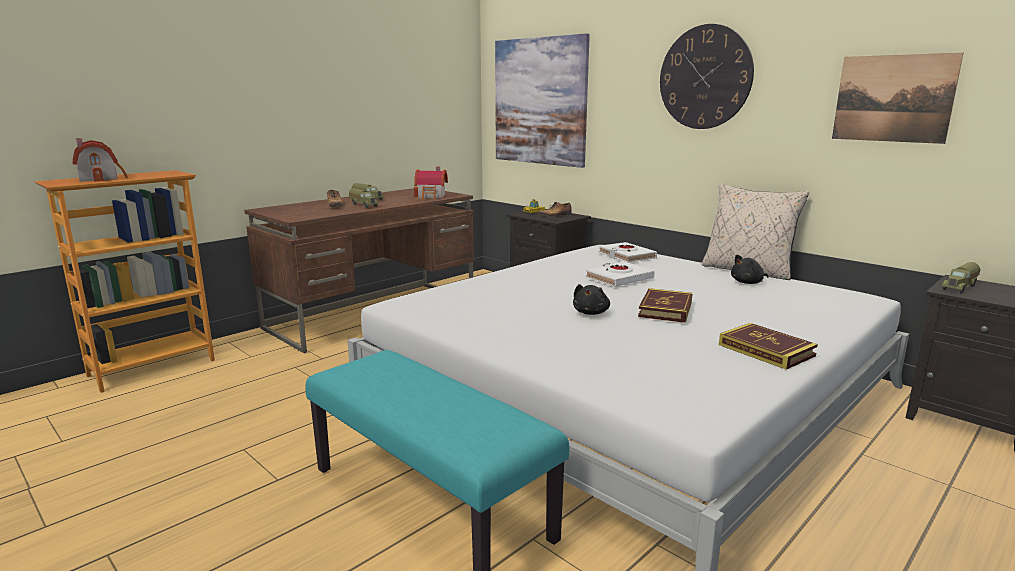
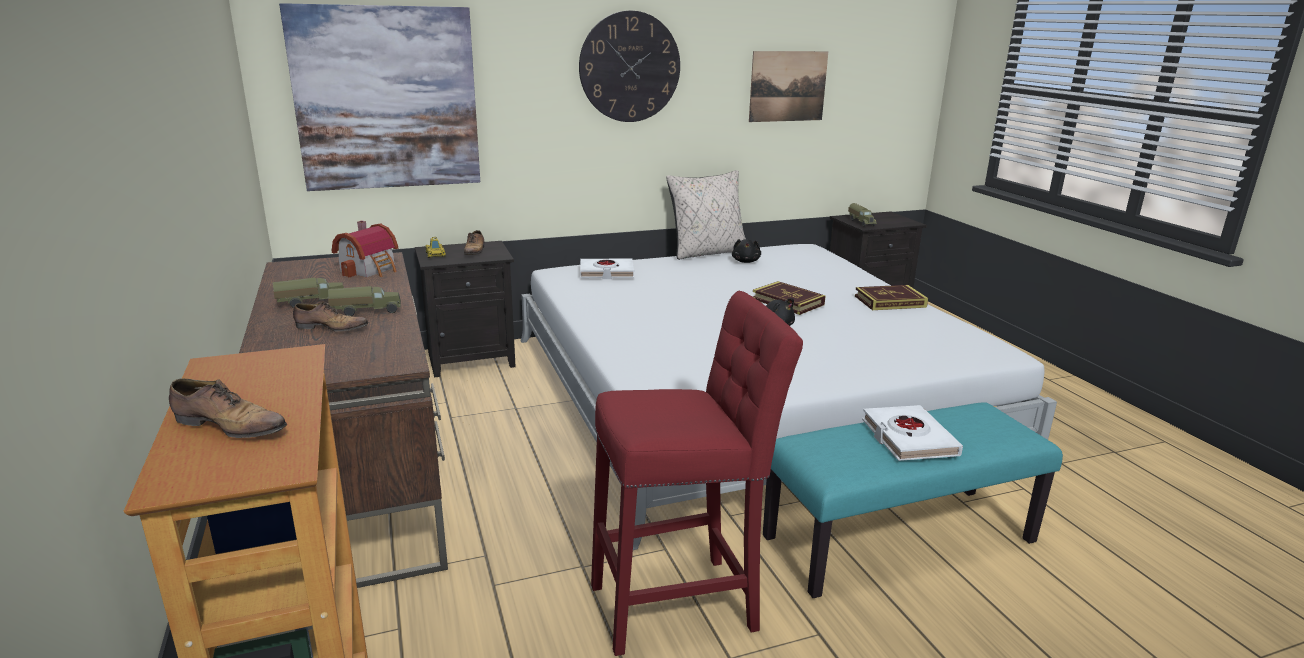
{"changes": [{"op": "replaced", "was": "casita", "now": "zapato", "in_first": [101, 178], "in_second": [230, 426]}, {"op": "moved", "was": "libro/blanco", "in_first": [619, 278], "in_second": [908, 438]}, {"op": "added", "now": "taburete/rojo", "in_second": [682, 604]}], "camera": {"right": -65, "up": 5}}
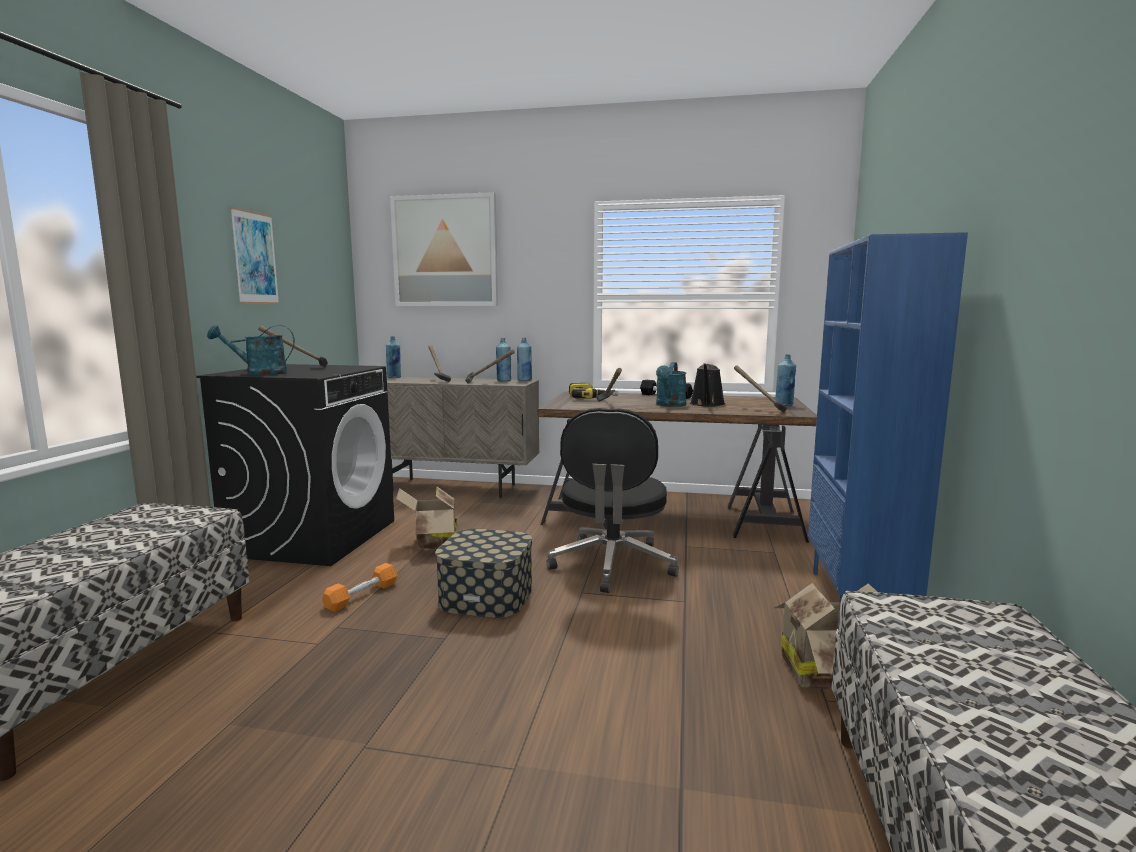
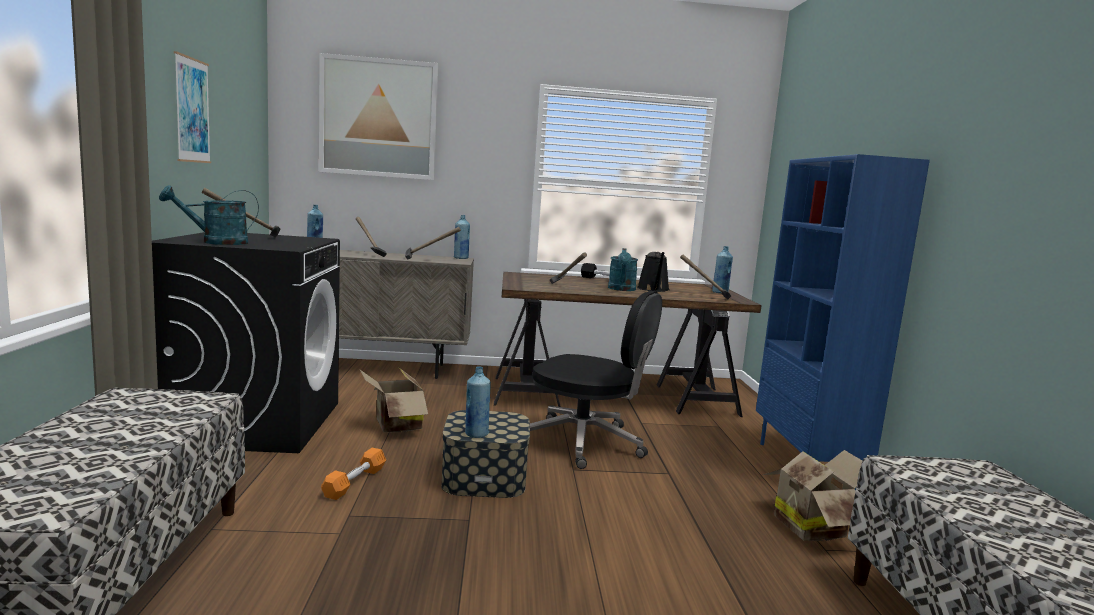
{"changes": [{"op": "moved", "was": "botella/azul", "in_first": [504, 381], "in_second": [476, 434]}, {"op": "turned", "was": "silla de oficina/negro", "in_first": [612, 565], "in_second": [586, 443], "clockwise": -60}, {"op": "removed", "was": "taladro", "in_first": [591, 398]}], "camera": {"right": -15, "up": 0}}
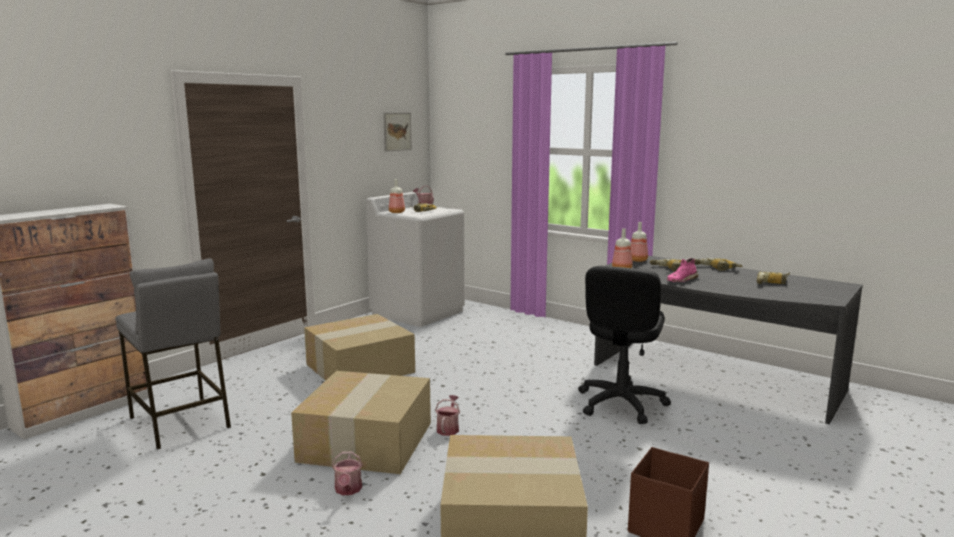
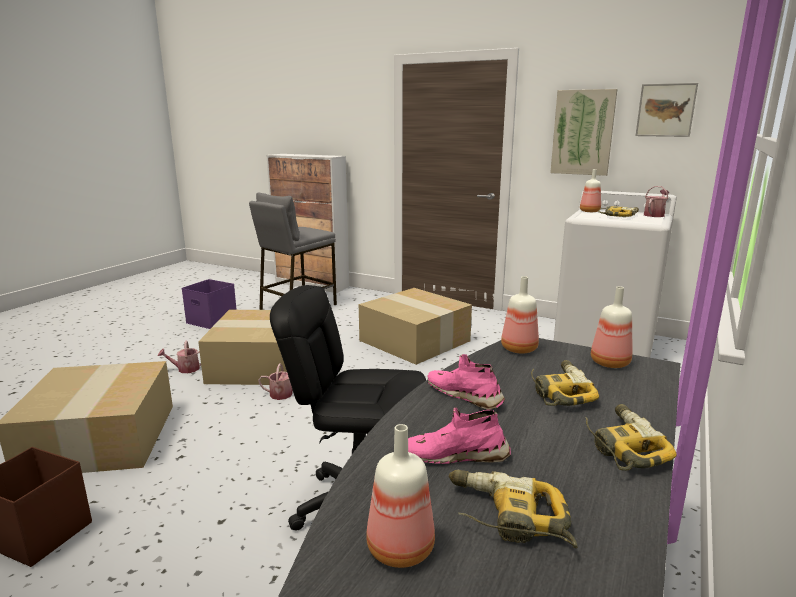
{"changes": [{"op": "added", "now": "caja de almacenaje/morado", "in_second": [213, 320]}, {"op": "added", "now": "botella", "in_second": [398, 548]}, {"op": "added", "now": "zapato/rosa", "in_second": [455, 455]}, {"op": "added", "now": "cuadro", "in_second": [583, 132]}], "camera": {"right": 80, "up": 5}}
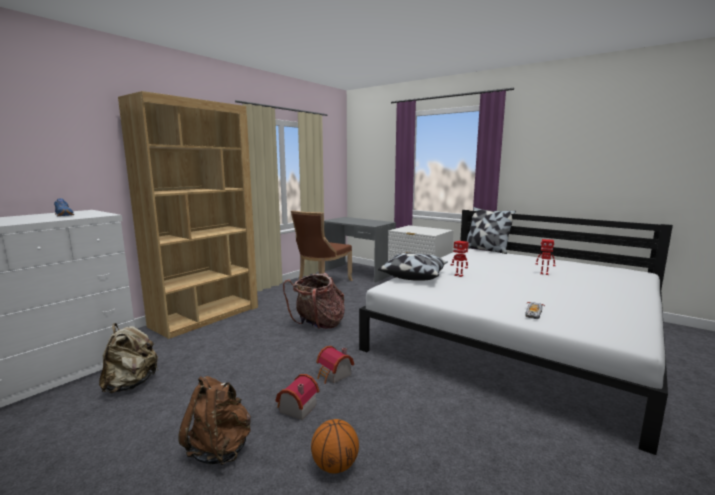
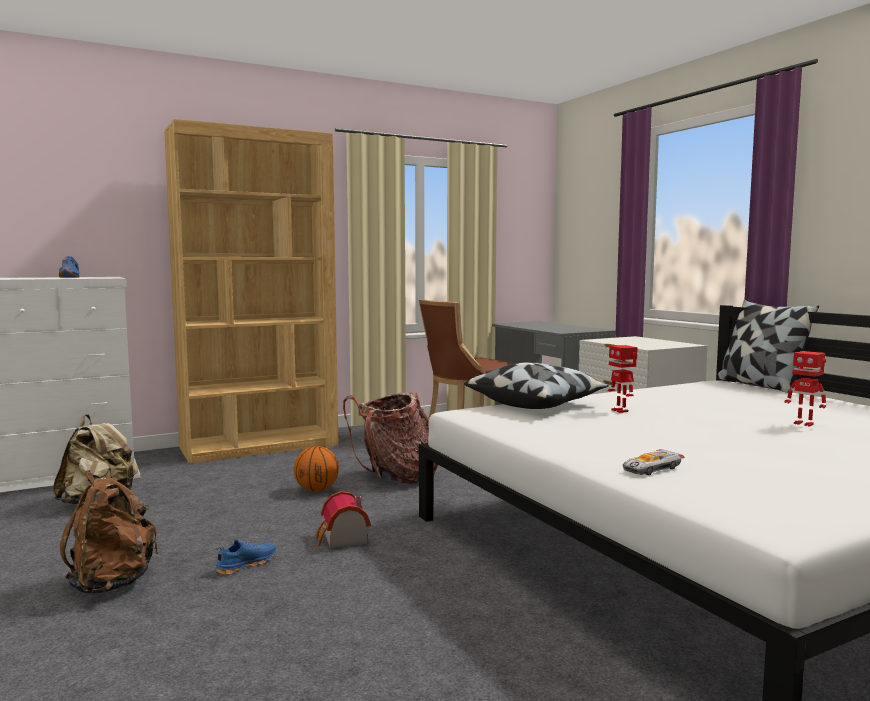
{"changes": [{"op": "replaced", "was": "casita", "now": "zapato/azul", "in_first": [295, 408], "in_second": [245, 564]}, {"op": "moved", "was": "balón de baloncesto", "in_first": [335, 466], "in_second": [316, 490]}], "camera": {"right": 25, "up": -5}}
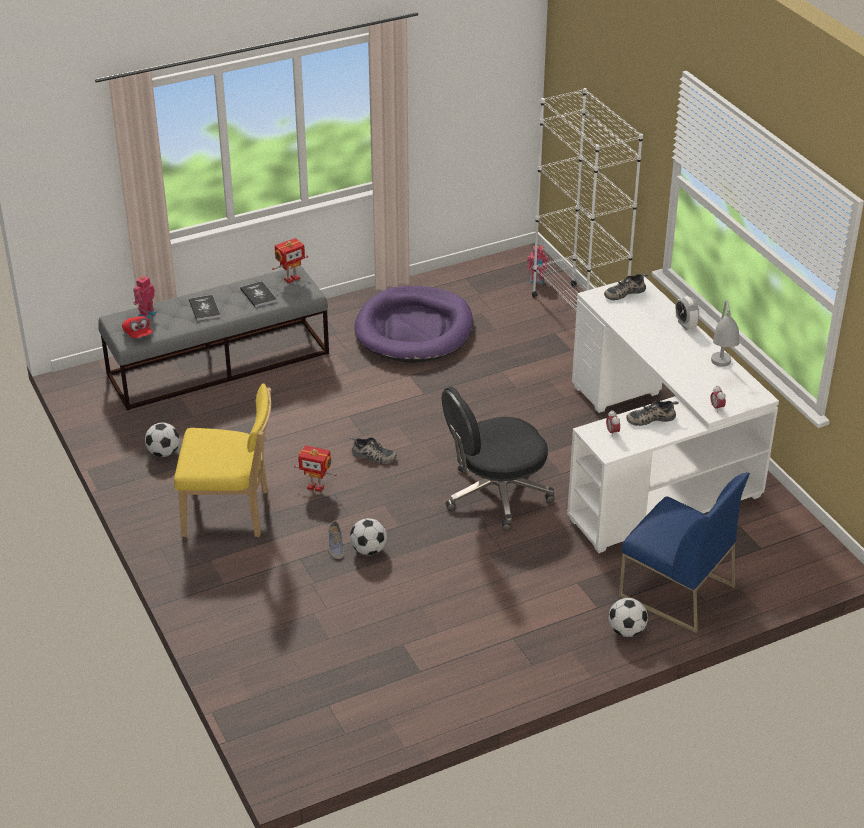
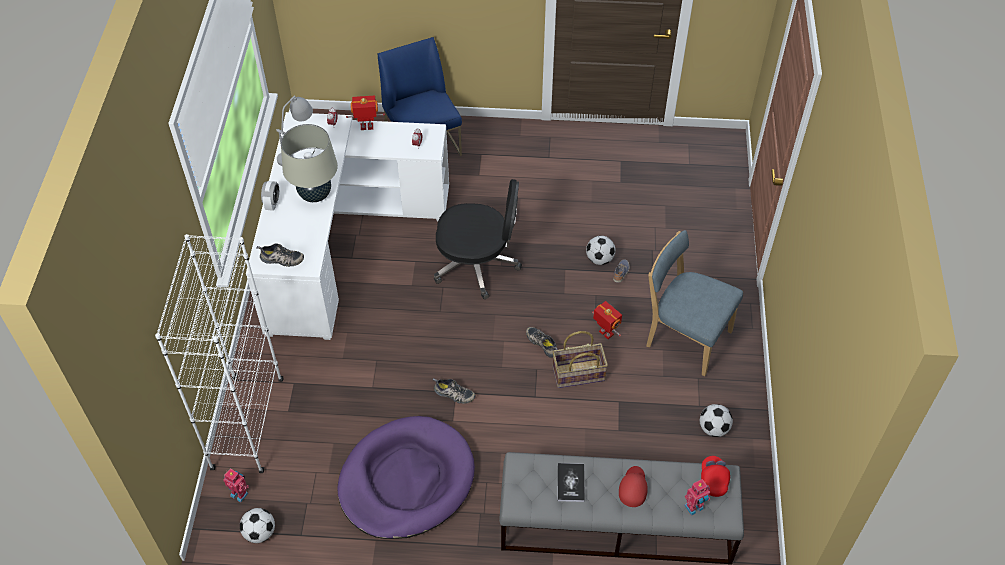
{"changes": [{"op": "recoloured", "was": "silla/amarillo", "now": "silla/azul", "in_first": [231, 513], "in_second": [684, 337]}, {"op": "replaced", "was": "libro", "now": "gorra/rojo", "in_first": [204, 309], "in_second": [633, 487]}, {"op": "moved", "was": "robot de juguete", "in_first": [291, 278], "in_second": [367, 127]}, {"op": "moved", "was": "balón de fútbol", "in_first": [626, 631], "in_second": [260, 533]}, {"op": "moved", "was": "zapato", "in_first": [651, 418], "in_second": [453, 394]}, {"op": "added", "now": "lámpara de mesa/beis", "in_second": [315, 195]}, {"op": "added", "now": "cesta", "in_second": [578, 374]}], "camera": {"right": -150, "up": 15}}
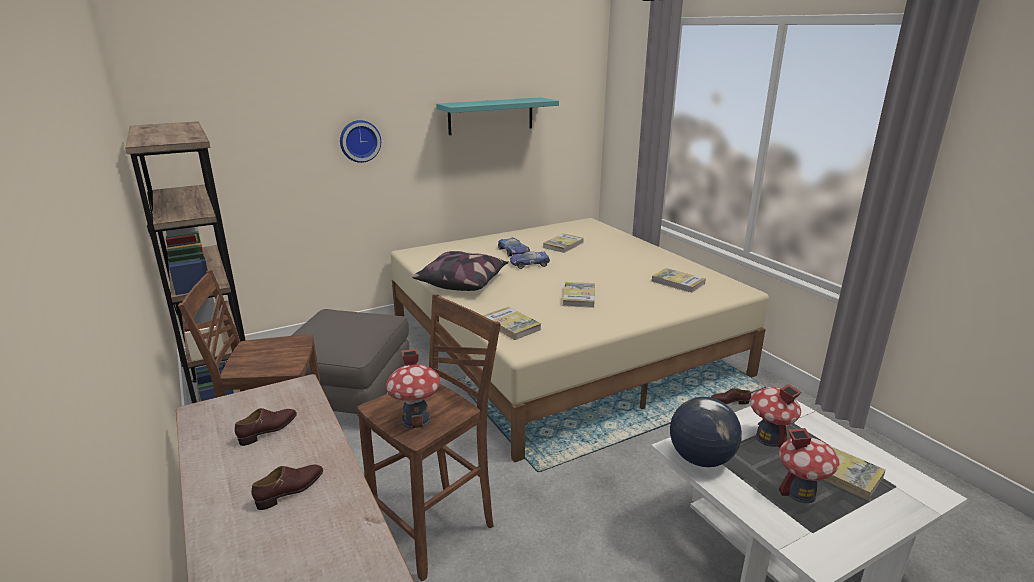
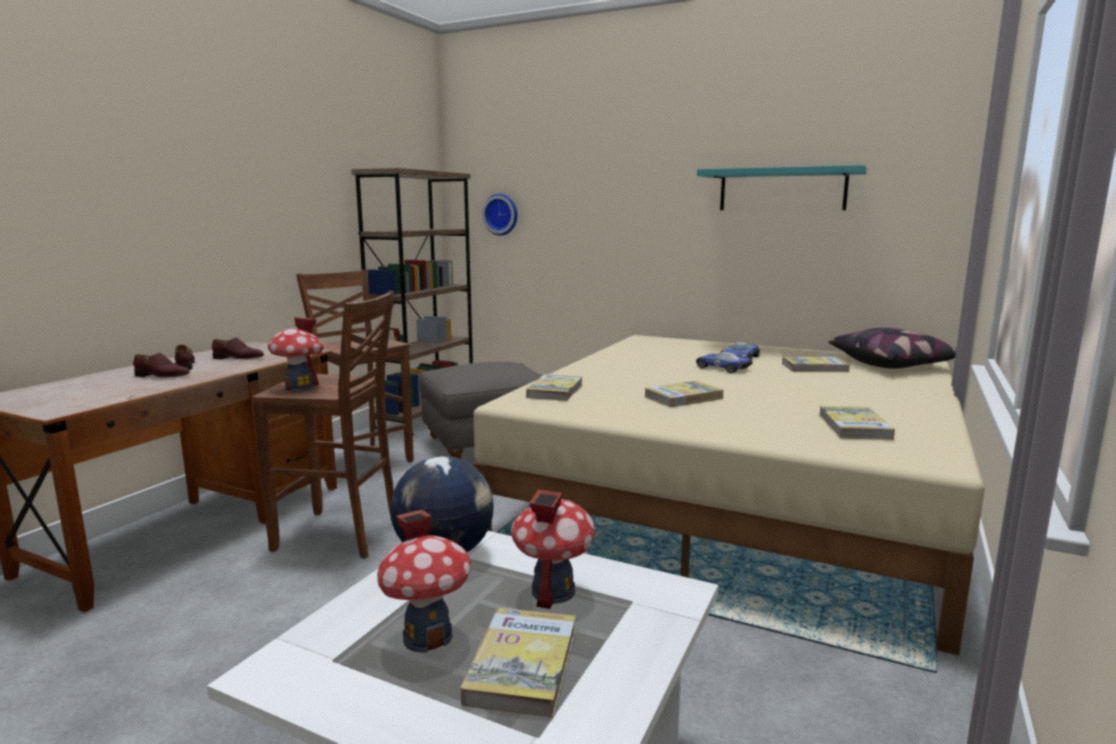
{"changes": [{"op": "moved", "was": "reloj de pared", "in_first": [359, 141], "in_second": [501, 214]}, {"op": "moved", "was": "cojín", "in_first": [462, 282], "in_second": [893, 364]}, {"op": "moved", "was": "zapato/marrón", "in_first": [729, 401], "in_second": [185, 365]}], "camera": {"right": 55, "up": -10}}
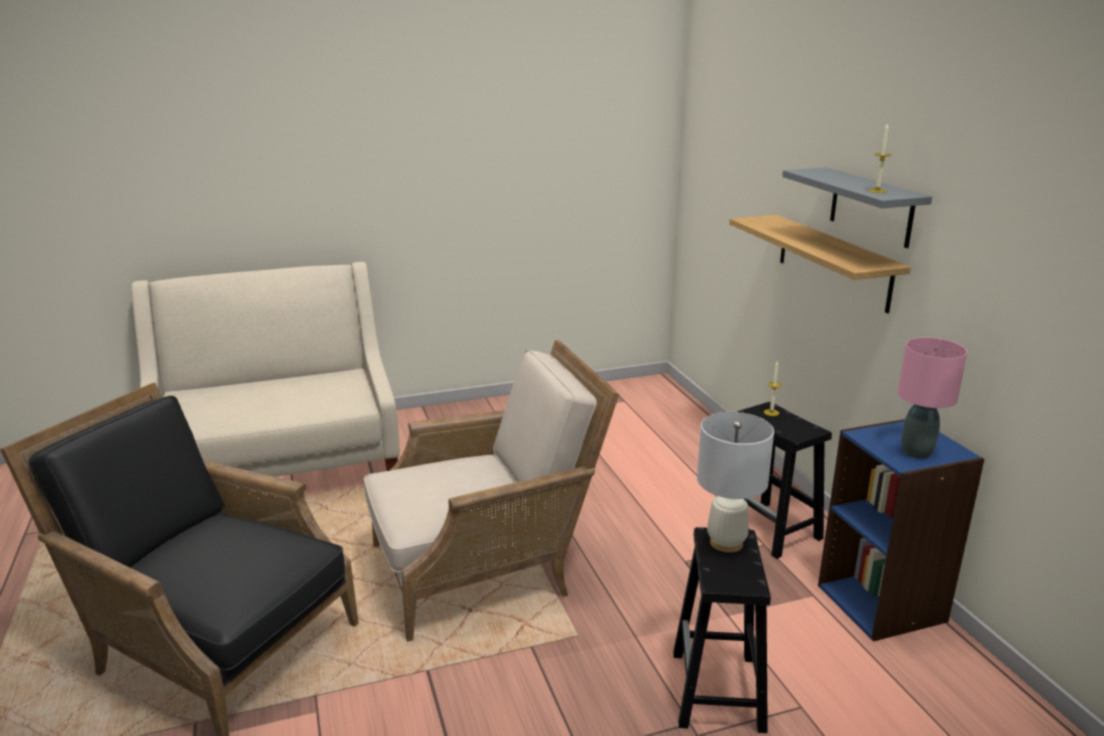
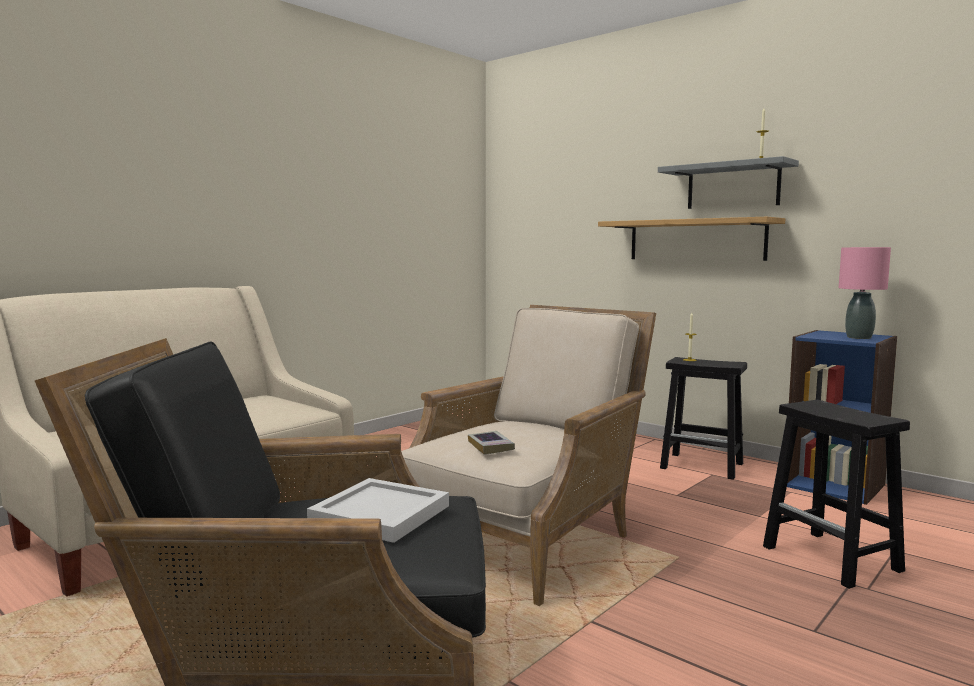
{"changes": [{"op": "removed", "was": "lámpara de mesa/blanco", "in_first": [726, 542]}, {"op": "added", "now": "bandeja/blanco", "in_second": [382, 514]}, {"op": "added", "now": "libro", "in_second": [490, 446]}], "camera": {"right": -30, "up": -15}}
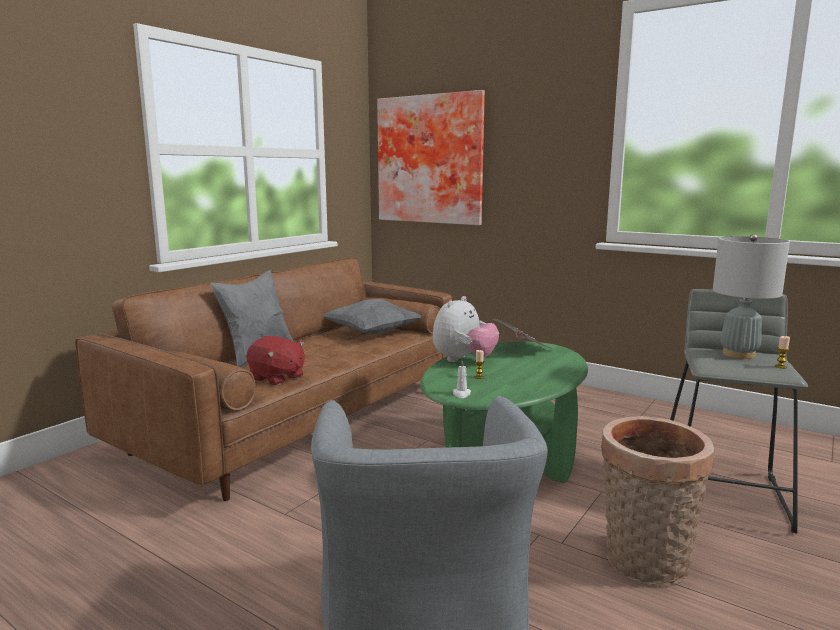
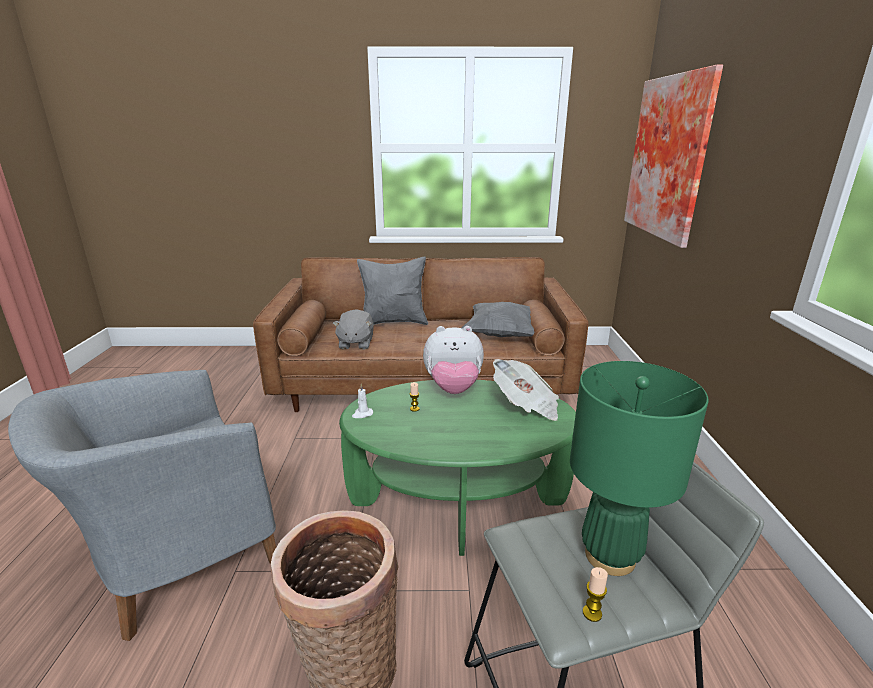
{"changes": [{"op": "recoloured", "was": "peluche/rojo", "now": "peluche/gris", "in_first": [277, 378], "in_second": [355, 344]}, {"op": "recoloured", "was": "lámpara de mesa/gris", "now": "lámpara de mesa/verde", "in_first": [738, 354], "in_second": [610, 556]}], "camera": {"right": 55, "up": 10}}
